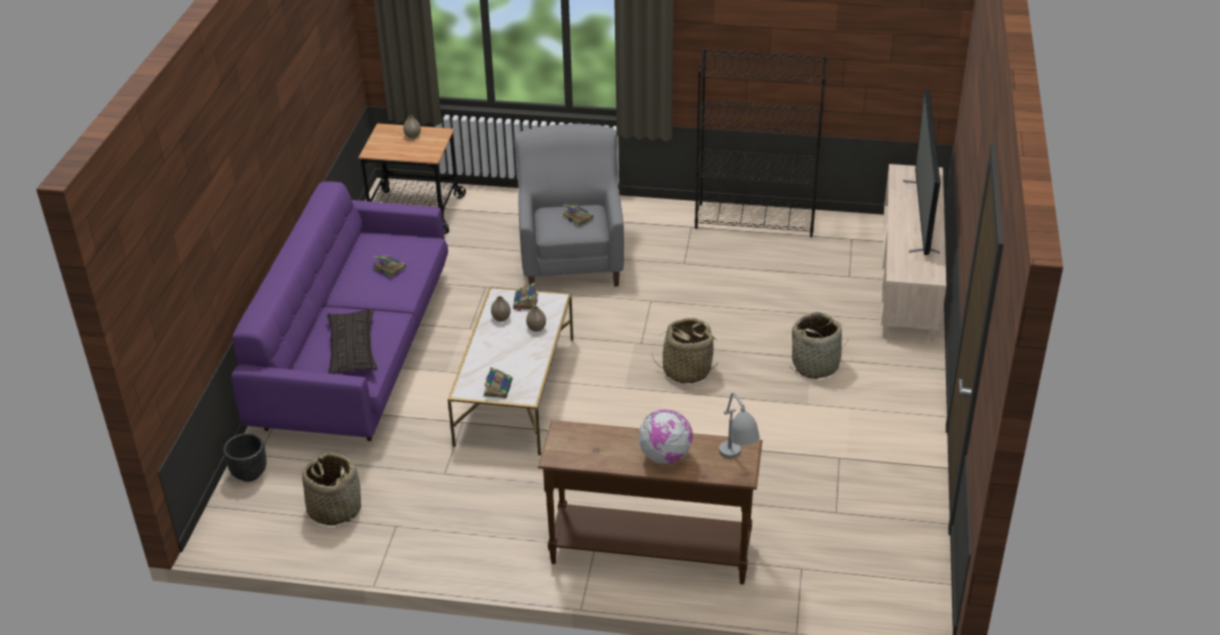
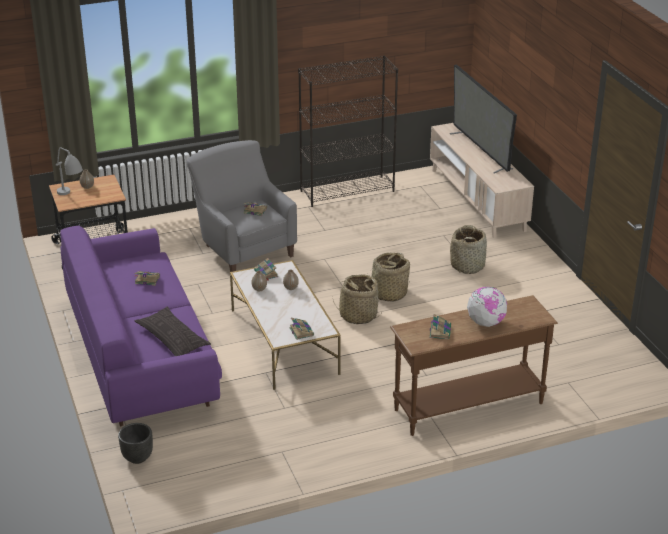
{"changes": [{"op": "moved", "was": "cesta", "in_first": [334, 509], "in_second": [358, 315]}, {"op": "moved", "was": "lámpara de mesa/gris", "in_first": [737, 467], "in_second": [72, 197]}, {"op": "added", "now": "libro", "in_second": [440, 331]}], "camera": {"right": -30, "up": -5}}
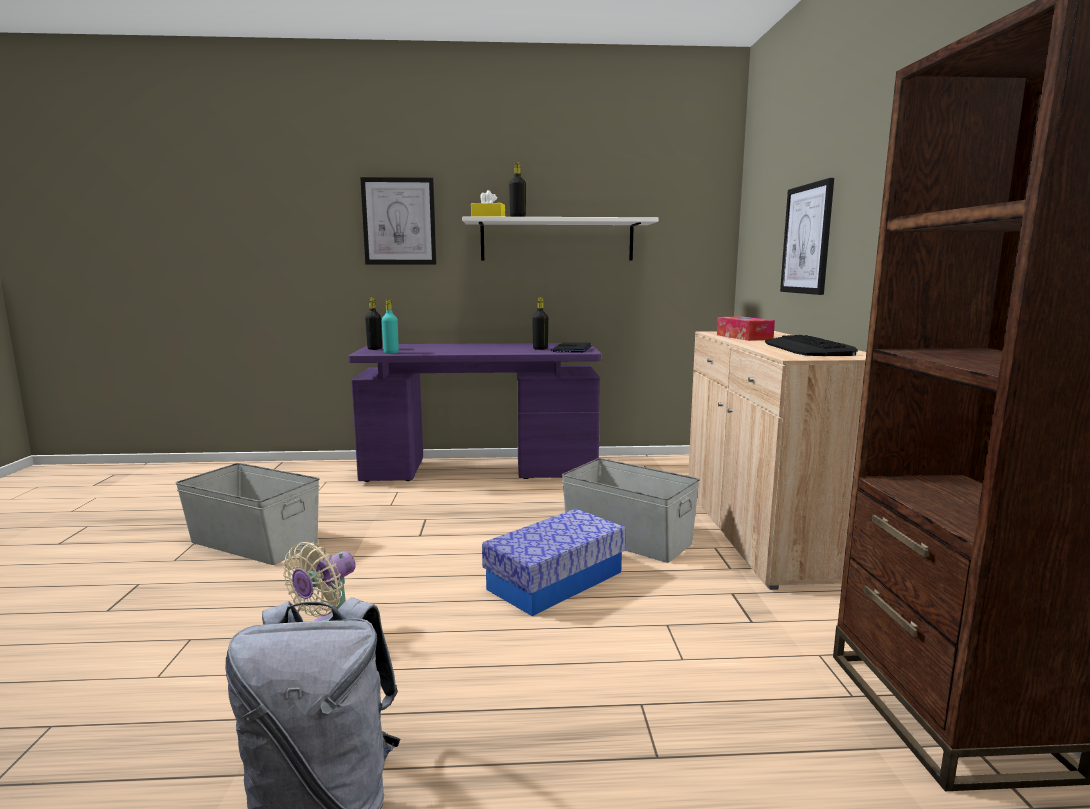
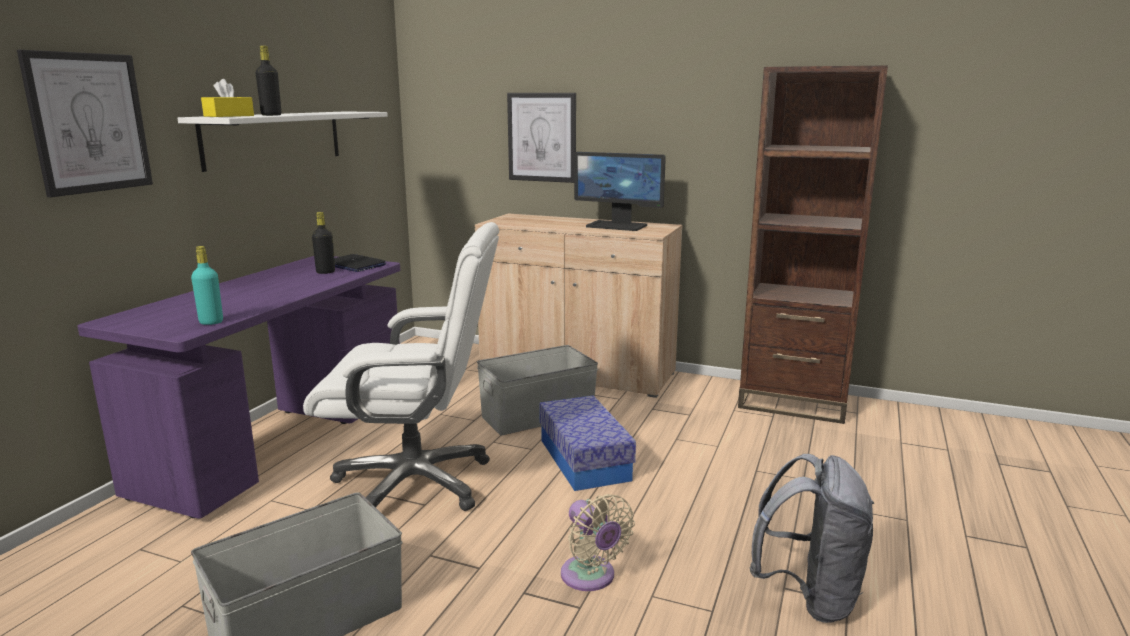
{"changes": [{"op": "removed", "was": "botella/negro", "in_first": [374, 349]}, {"op": "removed", "was": "caja de pañuelos", "in_first": [744, 337]}, {"op": "replaced", "was": "teclado", "now": "monitor", "in_first": [806, 348], "in_second": [617, 226]}, {"op": "added", "now": "silla de oficina/blanco", "in_second": [416, 482]}], "camera": {"right": -65, "up": 5}}
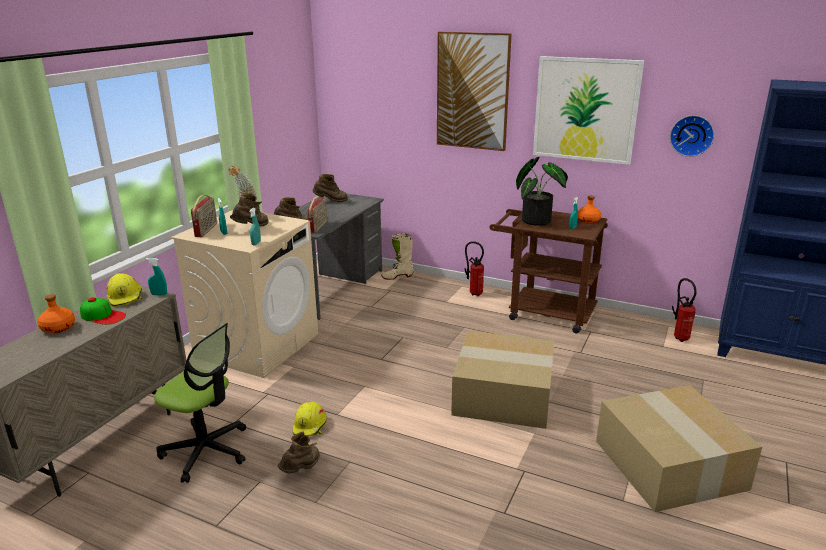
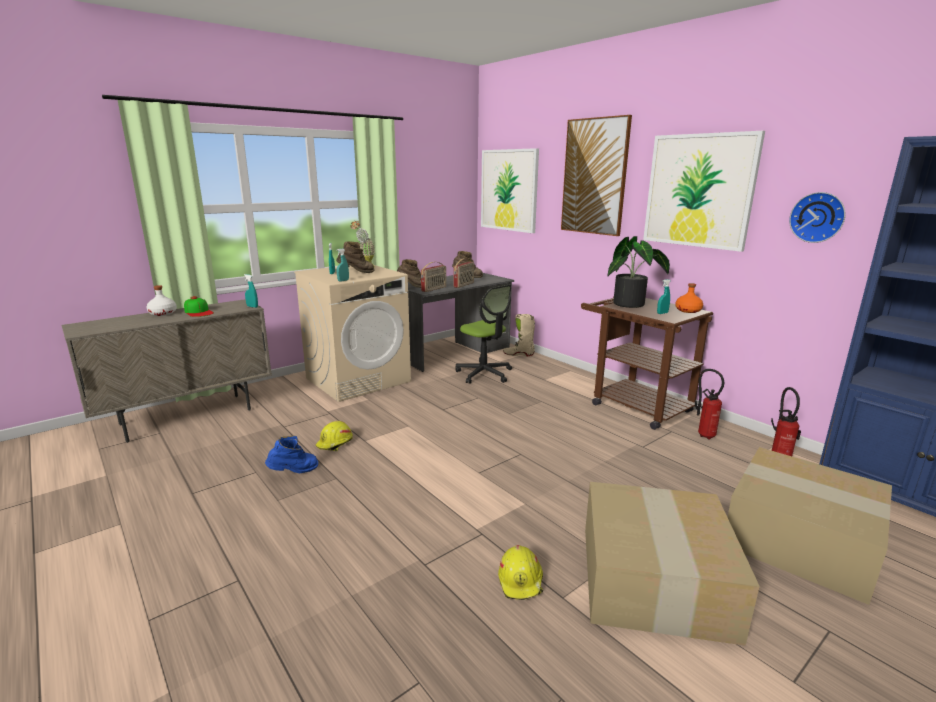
{"changes": [{"op": "recoloured", "was": "botella/naranja", "now": "botella/blanco", "in_first": [58, 328], "in_second": [163, 313]}, {"op": "moved", "was": "casco/amarillo", "in_first": [126, 297], "in_second": [521, 581]}, {"op": "moved", "was": "silla de oficina", "in_first": [206, 451], "in_second": [484, 374]}, {"op": "moved", "was": "radio", "in_first": [206, 230], "in_second": [464, 285]}, {"op": "recoloured", "was": "bota/marrón", "now": "bota/azul", "in_first": [301, 469], "in_second": [294, 473]}, {"op": "moved", "was": "caja de cartón", "in_first": [505, 394], "in_second": [803, 539]}, {"op": "moved", "was": "extintor", "in_first": [474, 293], "in_second": [704, 435]}, {"op": "added", "now": "cuadro", "in_second": [509, 190]}], "camera": {"right": 25, "up": -5}}
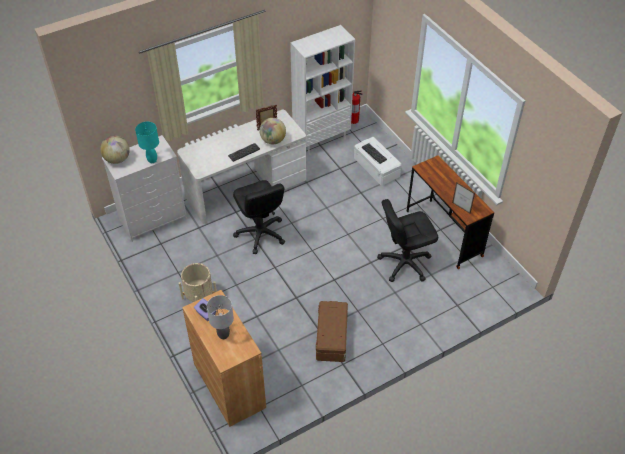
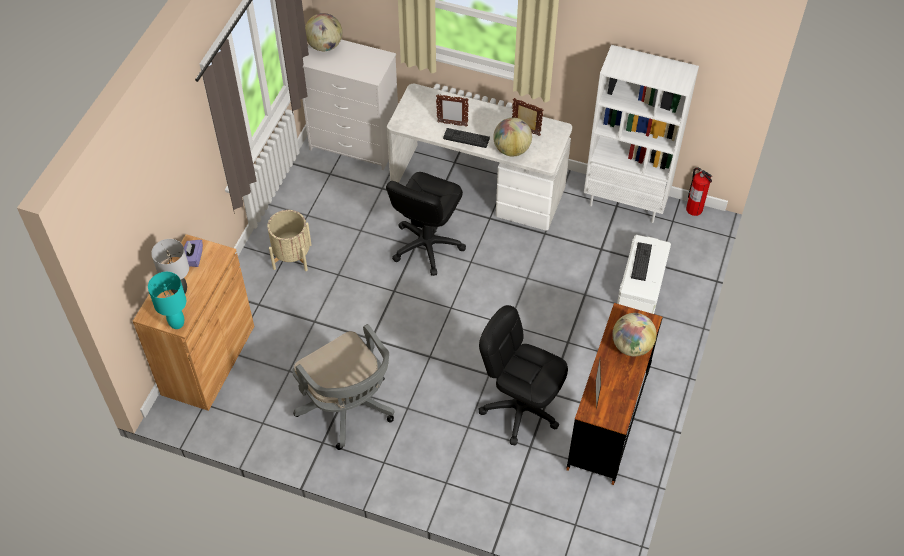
{"changes": [{"op": "moved", "was": "lámpara de mesa/turquesa", "in_first": [152, 160], "in_second": [177, 323]}, {"op": "replaced", "was": "caja de almacenaje/marrón", "now": "silla de oficina/gris", "in_first": [332, 337], "in_second": [348, 408]}, {"op": "added", "now": "portarretratos", "in_second": [452, 124]}, {"op": "added", "now": "globo terráqueo", "in_second": [631, 346]}], "camera": {"right": 50, "up": 5}}
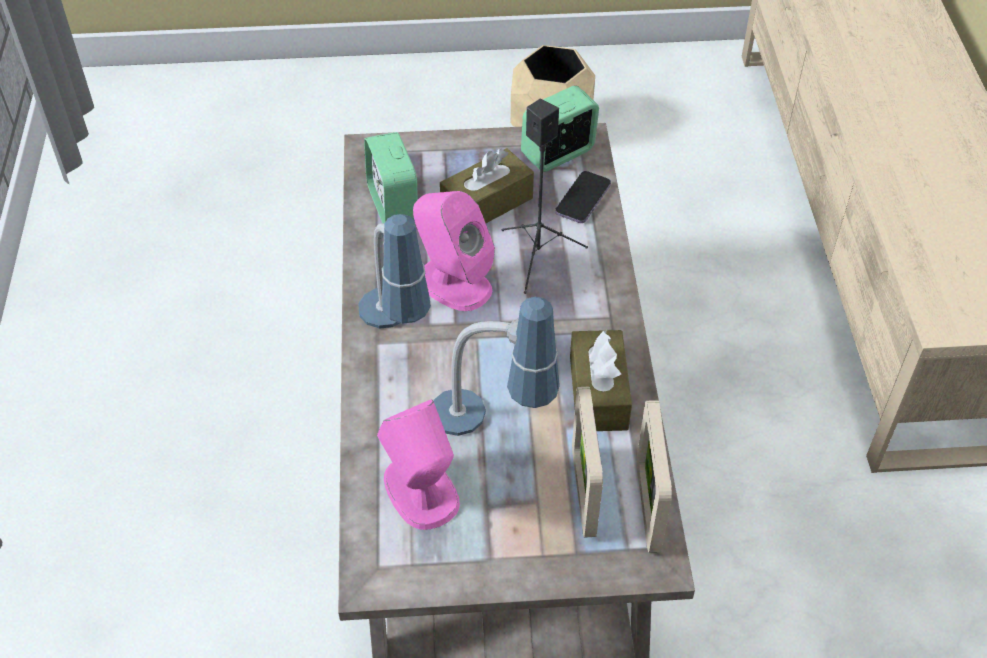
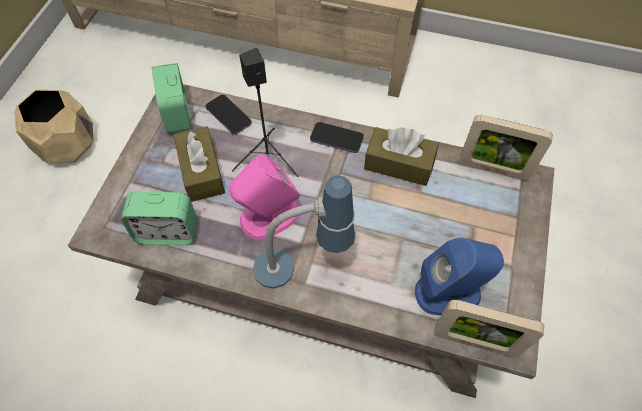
{"changes": [{"op": "recoloured", "was": "altavoz/rosa", "now": "altavoz/azul", "in_first": [421, 492], "in_second": [448, 292]}, {"op": "removed", "was": "lámpara de mesa", "in_first": [492, 428]}, {"op": "moved", "was": "portarretratos", "in_first": [583, 493], "in_second": [474, 342]}, {"op": "added", "now": "móvil", "in_second": [336, 138]}], "camera": {"right": -70, "up": 10}}
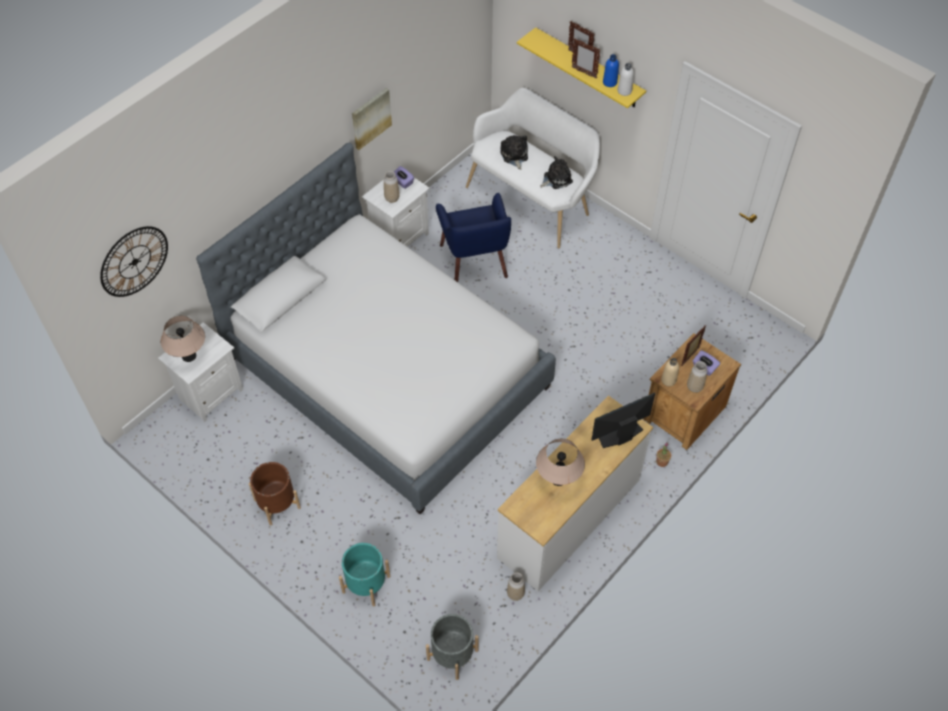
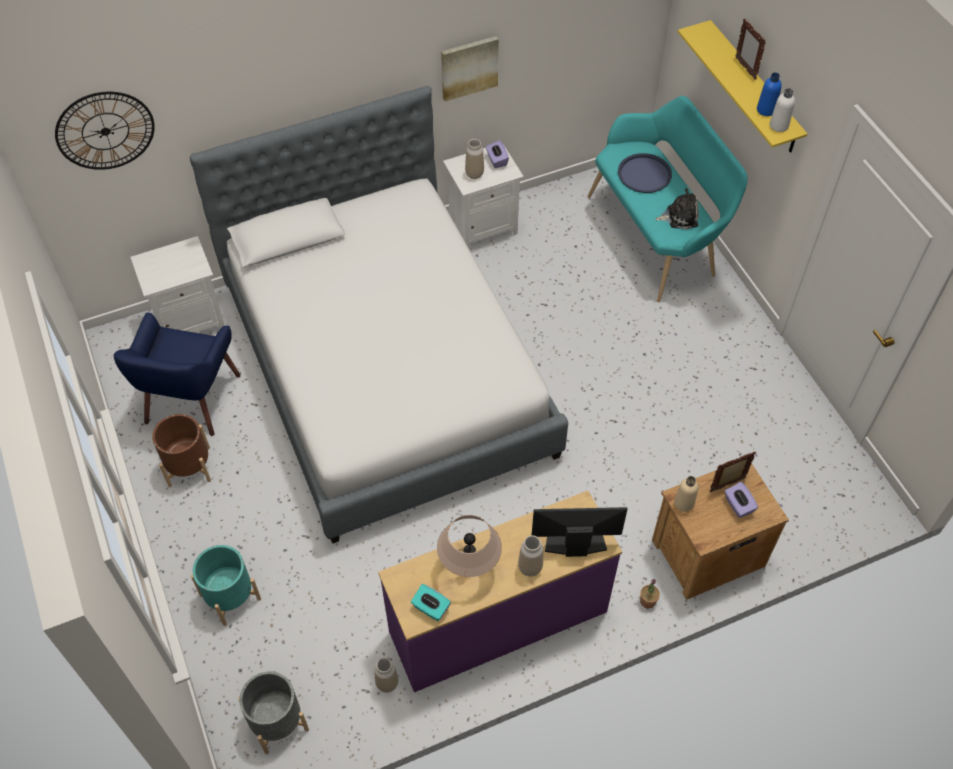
{"changes": [{"op": "removed", "was": "lámpara de mesa/beis", "in_first": [189, 356]}, {"op": "moved", "was": "sillón/azul", "in_first": [474, 261], "in_second": [191, 399]}, {"op": "recoloured", "was": "banco/blanco", "now": "banco/turquesa", "in_first": [532, 199], "in_second": [657, 236]}, {"op": "recoloured", "was": "cómoda/blanco", "now": "cómoda/morado", "in_first": [569, 519], "in_second": [498, 623]}, {"op": "replaced", "was": "peluche", "now": "bandeja/azul", "in_first": [514, 156], "in_second": [644, 174]}, {"op": "removed", "was": "portarretratos", "in_first": [584, 73]}, {"op": "moved", "was": "florero", "in_first": [694, 387], "in_second": [530, 567]}, {"op": "added", "now": "caja de pañuelos/turquesa", "in_second": [431, 608]}], "camera": {"right": 25, "up": 0}}
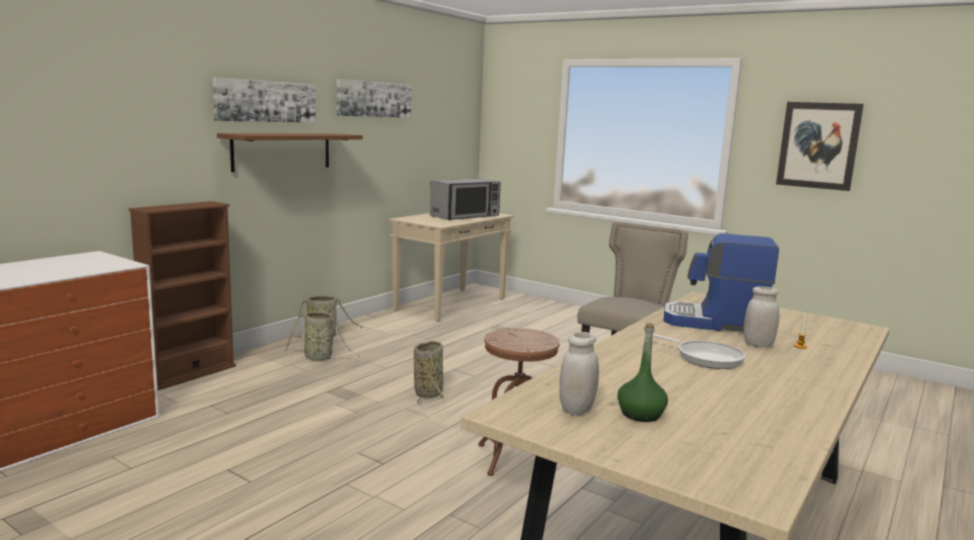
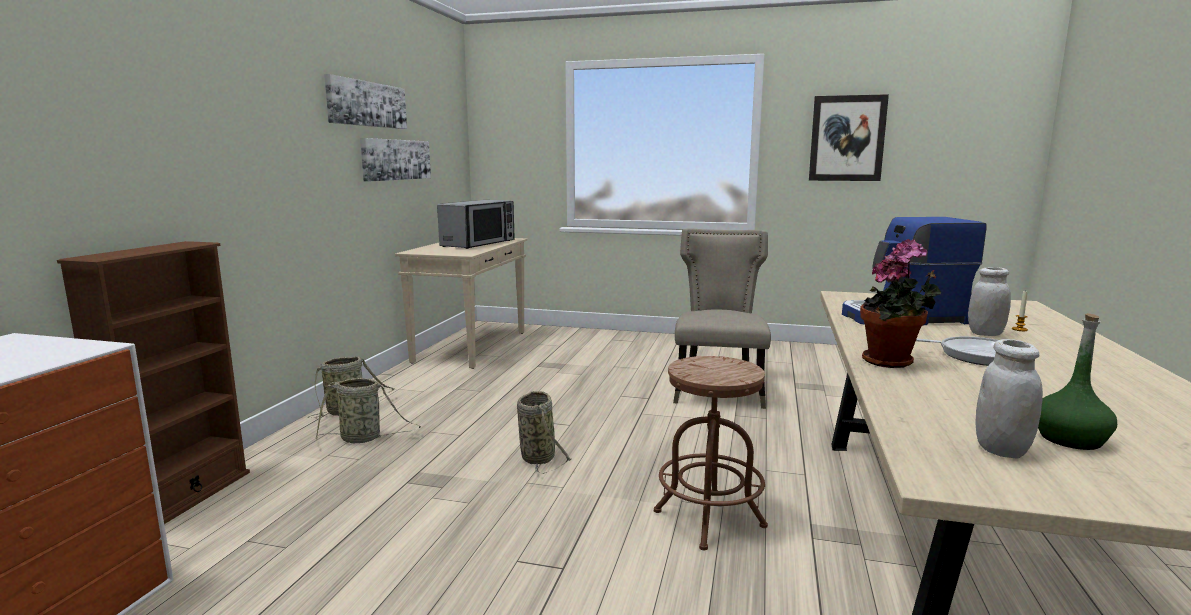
{"changes": [{"op": "moved", "was": "cuadro", "in_first": [265, 101], "in_second": [396, 159]}, {"op": "removed", "was": "estante/marrón", "in_first": [282, 151]}, {"op": "added", "now": "planta en maceta", "in_second": [892, 362]}], "camera": {"right": -20, "up": 0}}
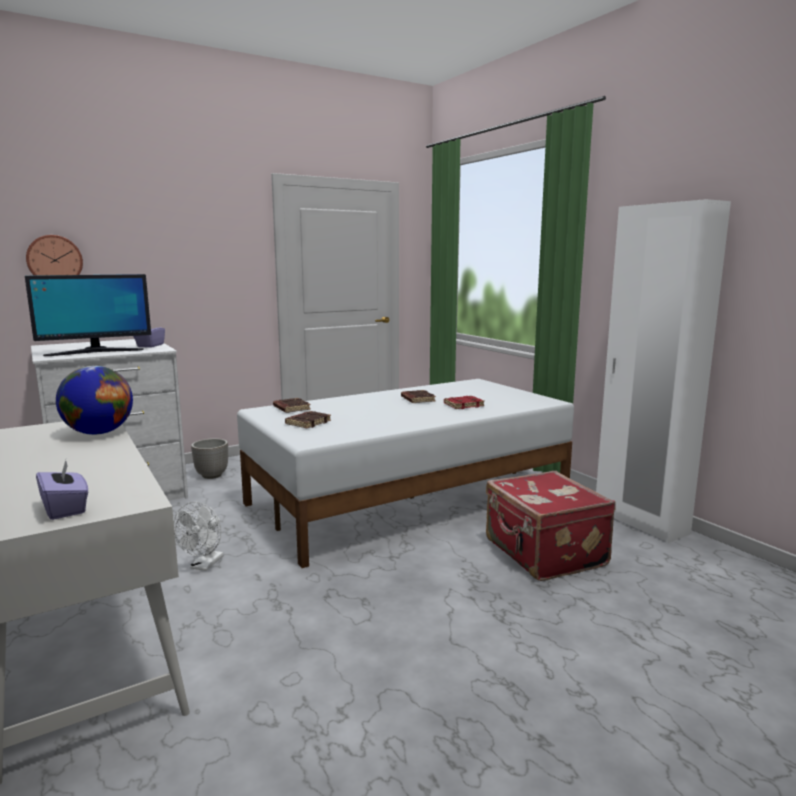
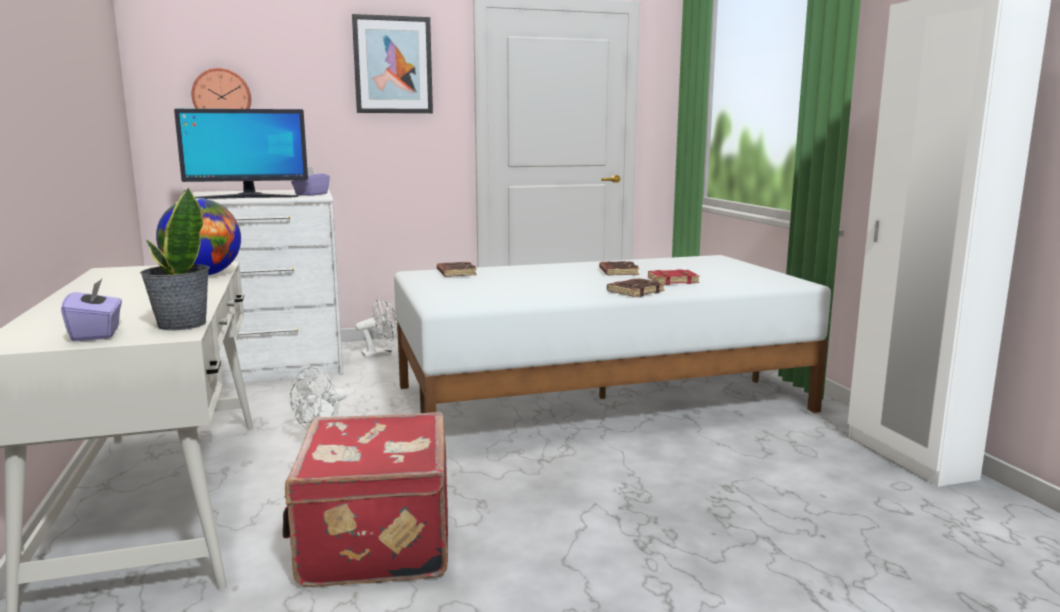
{"changes": [{"op": "replaced", "was": "maceta", "now": "ventilador/blanco", "in_first": [211, 475], "in_second": [381, 354]}, {"op": "moved", "was": "libro/marrón", "in_first": [308, 423], "in_second": [635, 292]}, {"op": "moved", "was": "maleta/rojo", "in_first": [543, 553], "in_second": [373, 543]}, {"op": "added", "now": "planta en maceta", "in_second": [181, 325]}, {"op": "added", "now": "cuadro", "in_second": [393, 65]}], "camera": {"right": 15, "up": 0}}
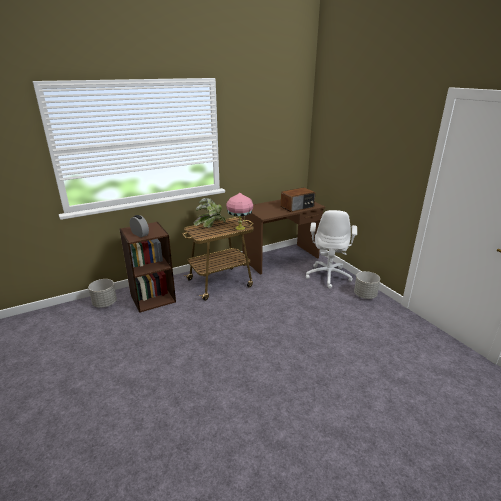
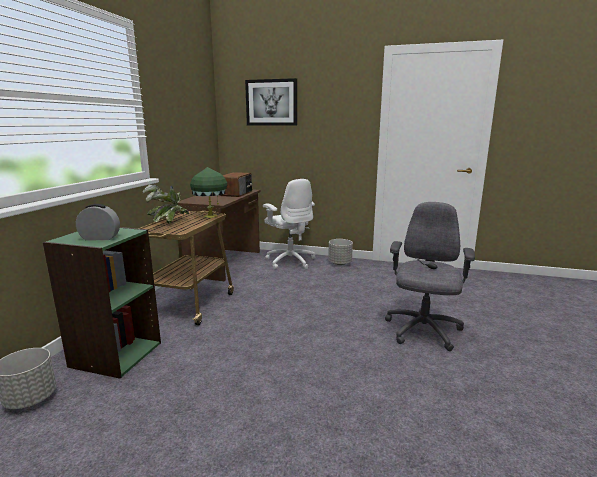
{"changes": [{"op": "recoloured", "was": "estantería/marrón", "now": "estantería/verde", "in_first": [152, 298], "in_second": [115, 354]}, {"op": "recoloured", "was": "lámpara de mesa/rosa", "now": "lámpara de mesa/verde", "in_first": [240, 228], "in_second": [211, 216]}, {"op": "added", "now": "cuadro", "in_second": [271, 102]}, {"op": "added", "now": "silla de oficina/gris", "in_second": [422, 331]}], "camera": {"right": -45, "up": -10}}
